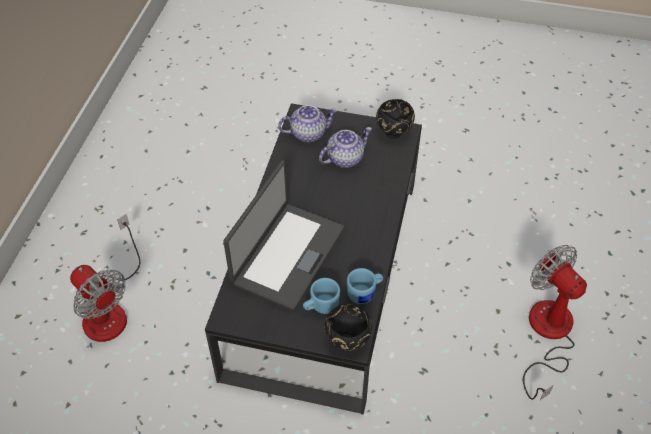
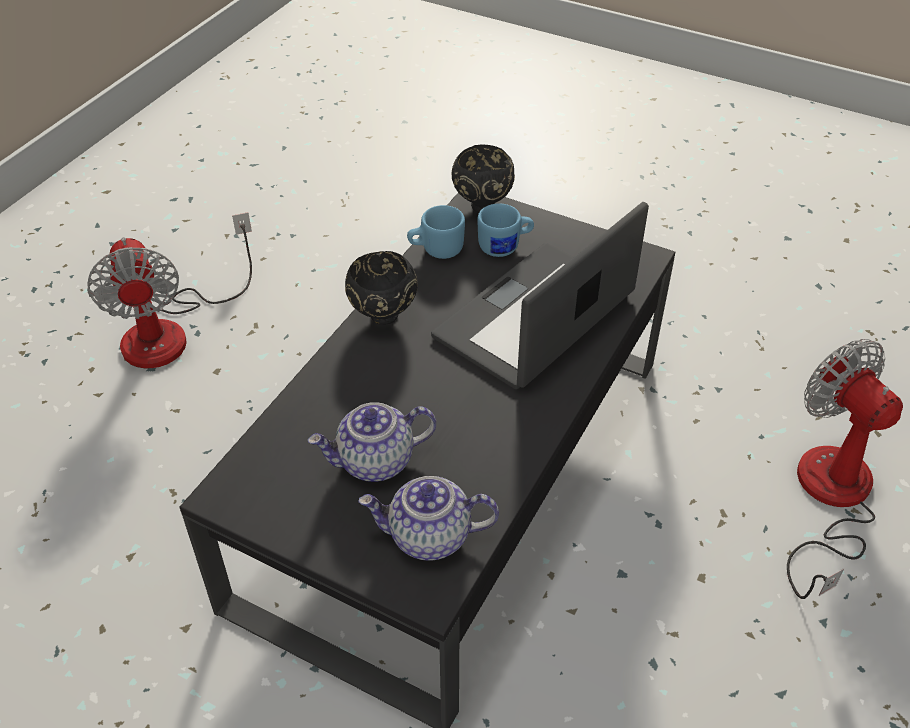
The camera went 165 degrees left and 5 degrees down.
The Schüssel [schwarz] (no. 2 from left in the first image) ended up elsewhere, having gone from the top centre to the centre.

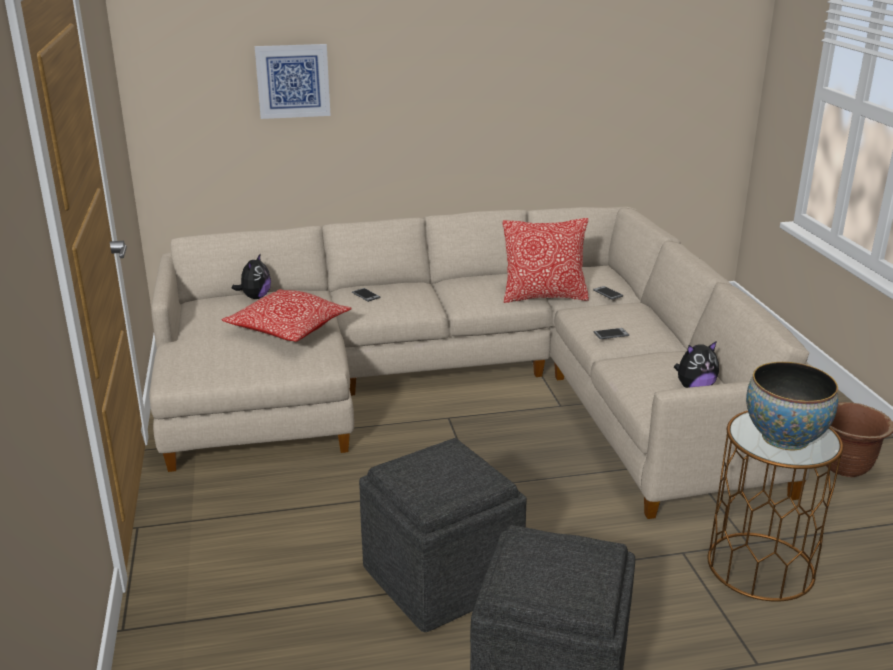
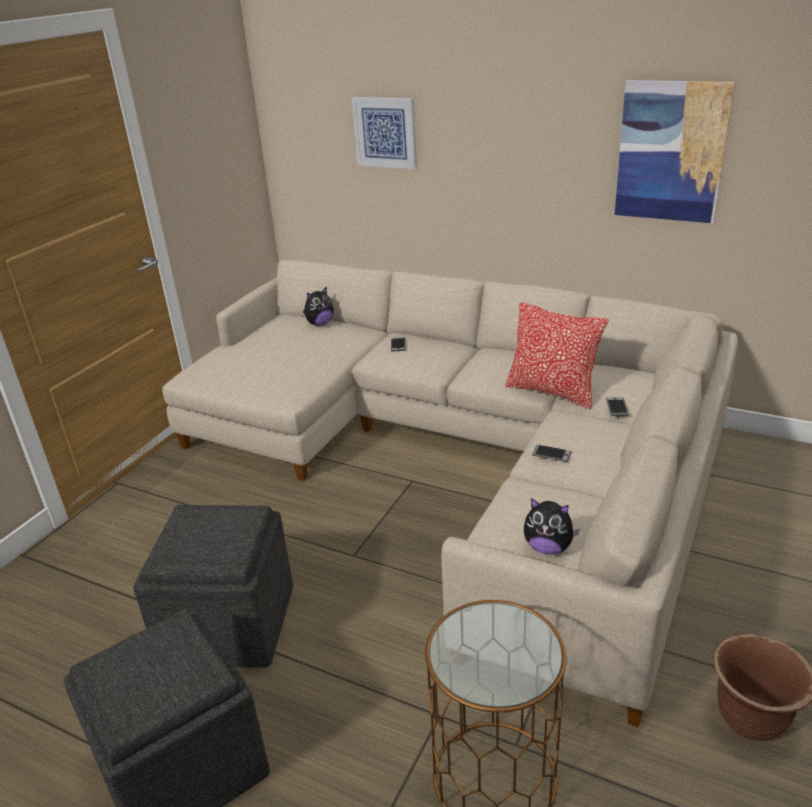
The camera went 40 degrees right and 5 degrees up.
The second view lost the Kissen (no. 1 from left) at the middle left.
The second view lost the Schüssel at the middle right.
The second view gained the Bild (no. 2 from left) at the top right.

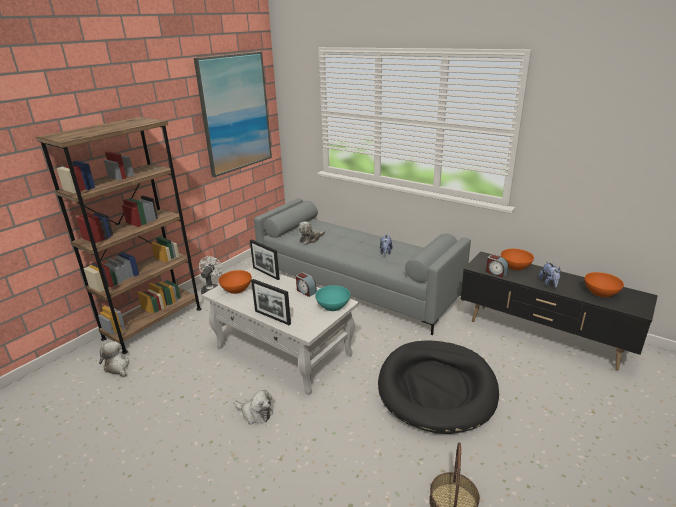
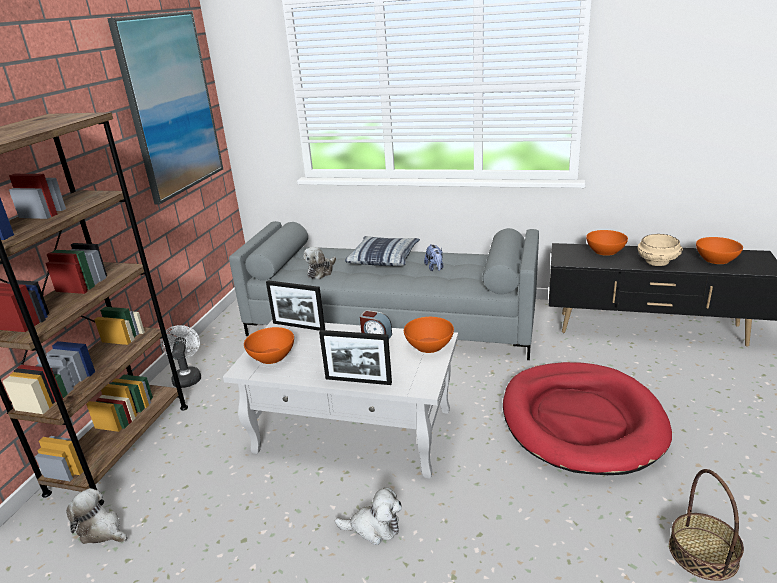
The camera went 20 degrees left and 0 degrees up.
What was the Schüssel [türkis] at the centre turned into the Schüssel [orange] (no. 2 from left) at the centre.
What was the Hundebett [schwarz] at the bottom centre turned into the Hundebett [rot] at the bottom right.
The second view lost the Wecker (no. 2 from left) at the middle right.
Where the Plüschtier (no. 5 from left) stood at the middle right, the Schüssel [beige] came to stand at the middle right.
The second view gained the Kissen at the centre.

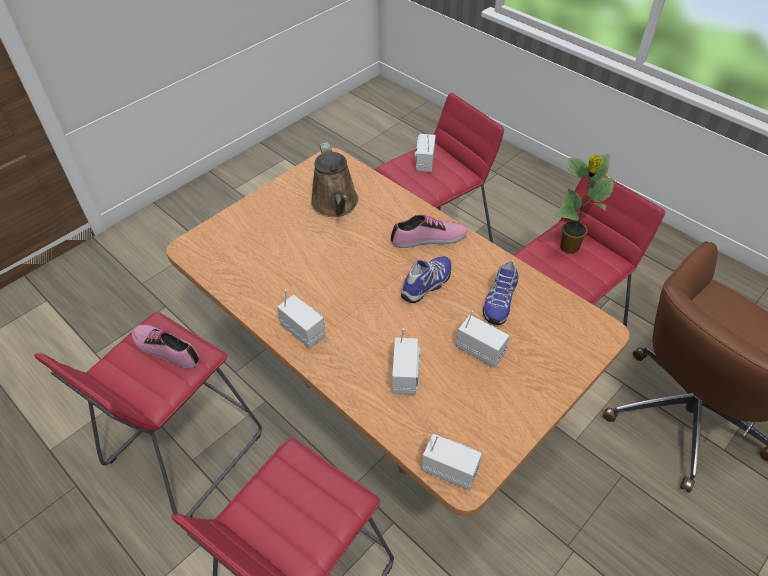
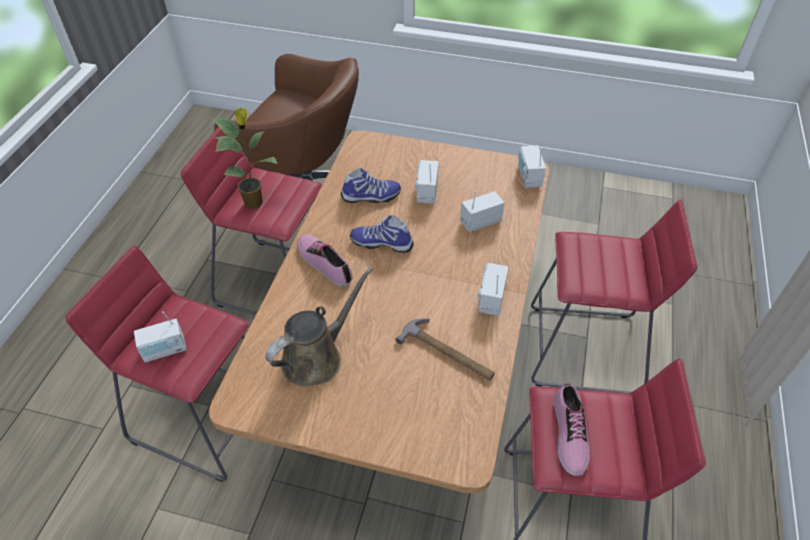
The camera went 120 degrees left and 0 degrees up.
The second view gained the Hammer at the centre.

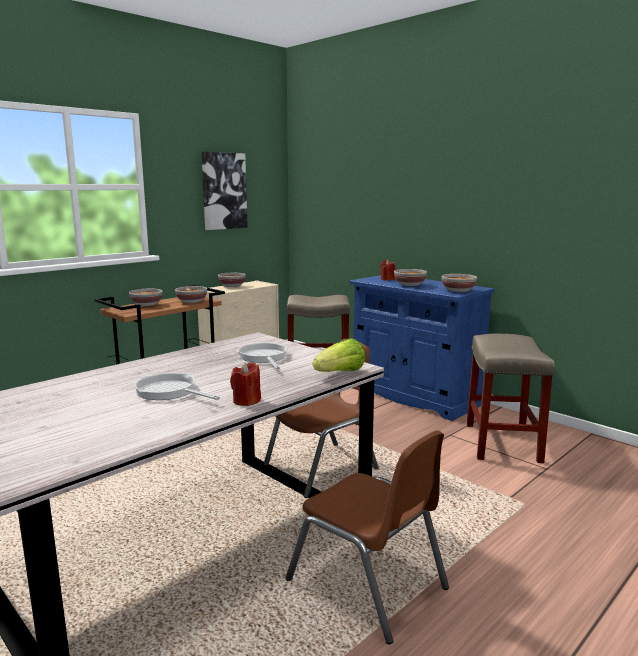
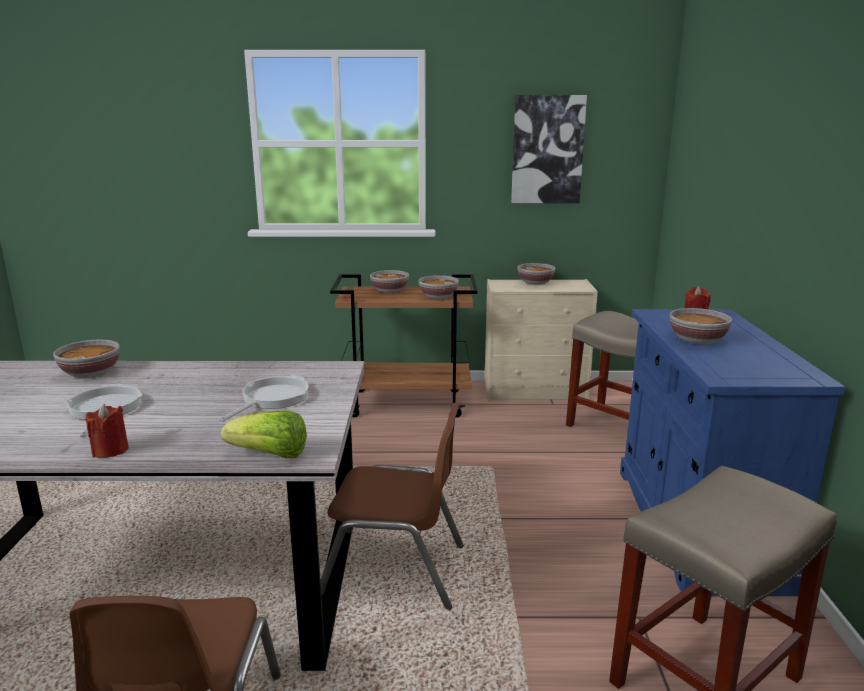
The camera went 45 degrees right and 5 degrees up.
The Schüssel (no. 5 from left in the first image) ended up elsewhere, having gone from the middle right to the middle left.

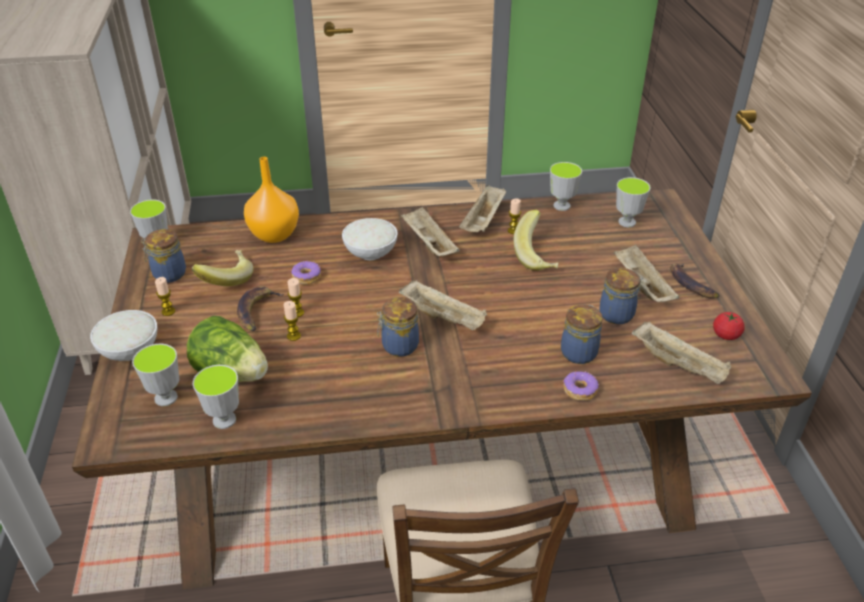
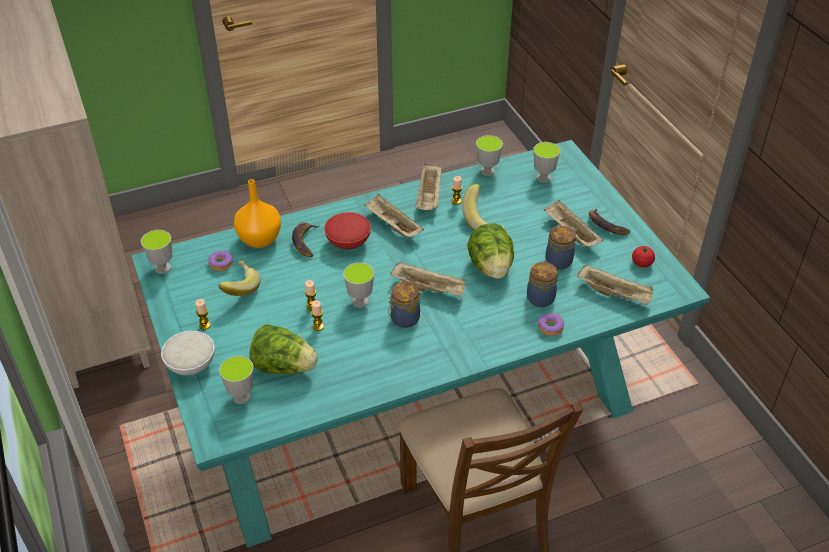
The camera went 15 degrees left and 5 degrees up.
What was the Esstisch [braun] at the centre turned into the Esstisch [türkis] at the centre.
The second view lost the Vorratsglas (no. 1 from left) at the middle left.
The Tasse (no. 3 from left) ended up elsewhere, having gone from the middle left to the centre.
The Banane (no. 2 from left) ended up elsewhere, having gone from the middle left to the centre.
The Donut (no. 1 from left) ended up elsewhere, having gone from the centre to the middle left.
What was the Schüssel [weiß] (no. 2 from left) at the centre turned into the Schüssel [rot] at the centre.
The second view gained the Salatkopf (no. 2 from left) at the centre.

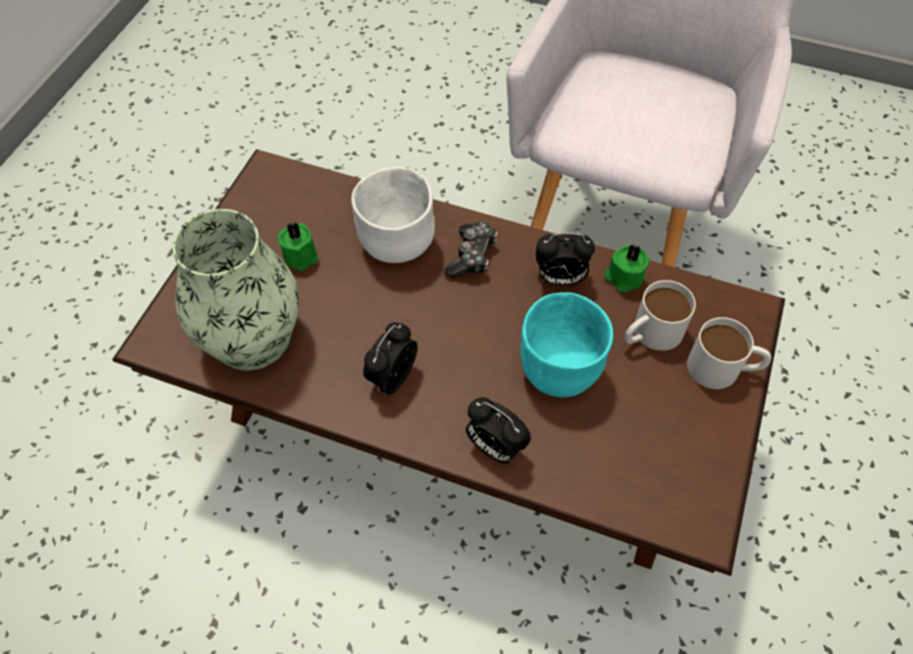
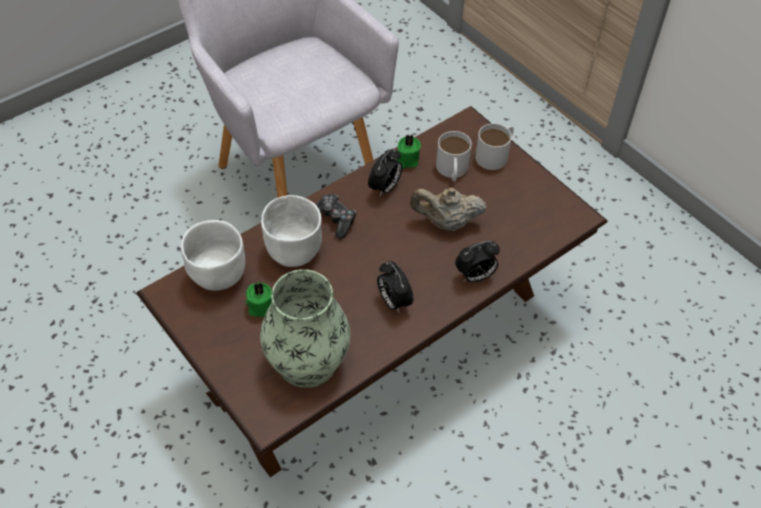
The camera went 60 degrees left and 5 degrees down.
Where the Schüssel [türkis] stood at the centre, the Teekanne [beige] came to stand at the centre.
The second view gained the Schüssel [weiß] (no. 1 from left) at the middle left.

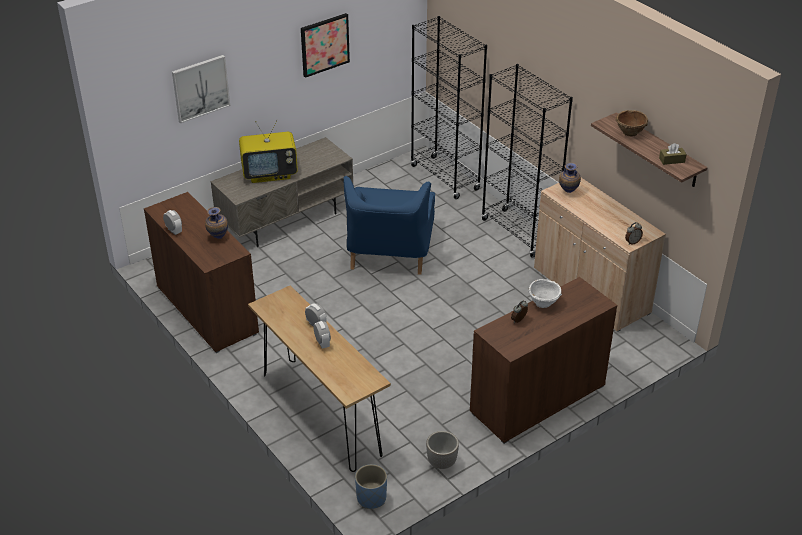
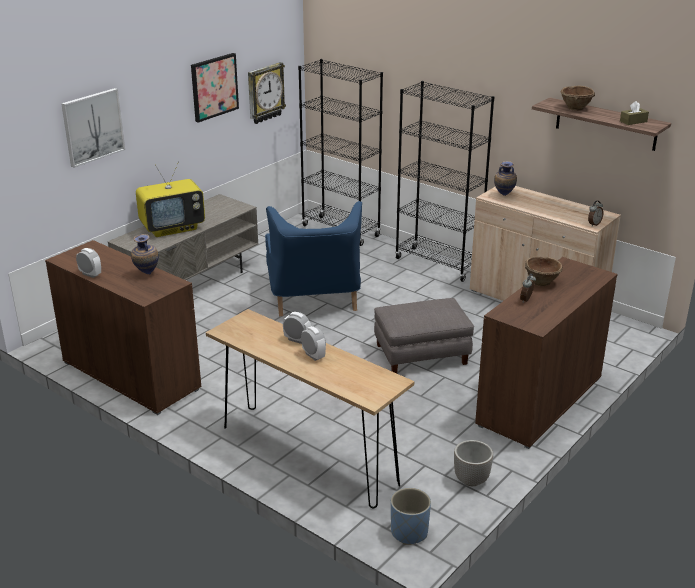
The camera went 15 degrees left and 10 degrees down.
What was the Schüssel [weiß] at the middle right turned into the Schüssel [braun] (no. 1 from left) at the middle right.
The second view gained the Wanduhr at the top centre.
The second view gained the Polsterhocker [grau] at the centre.

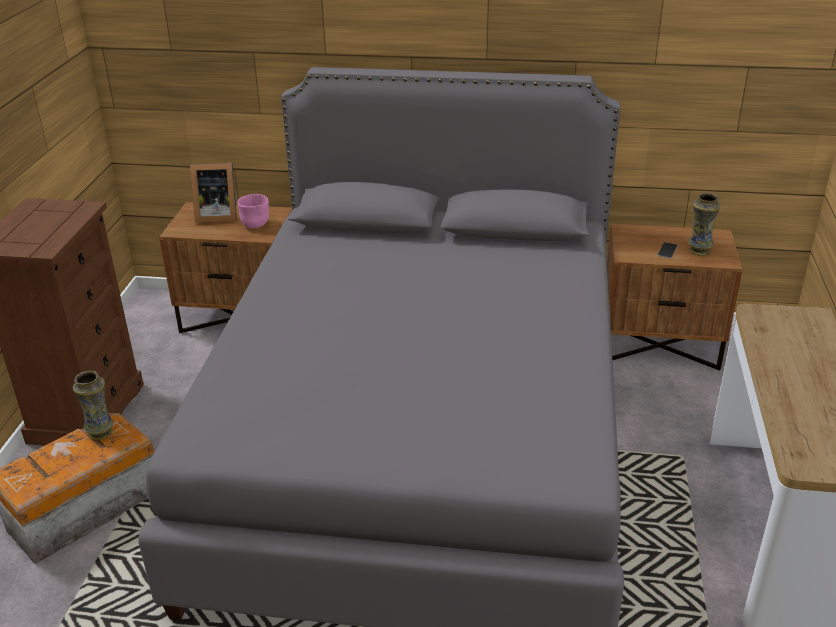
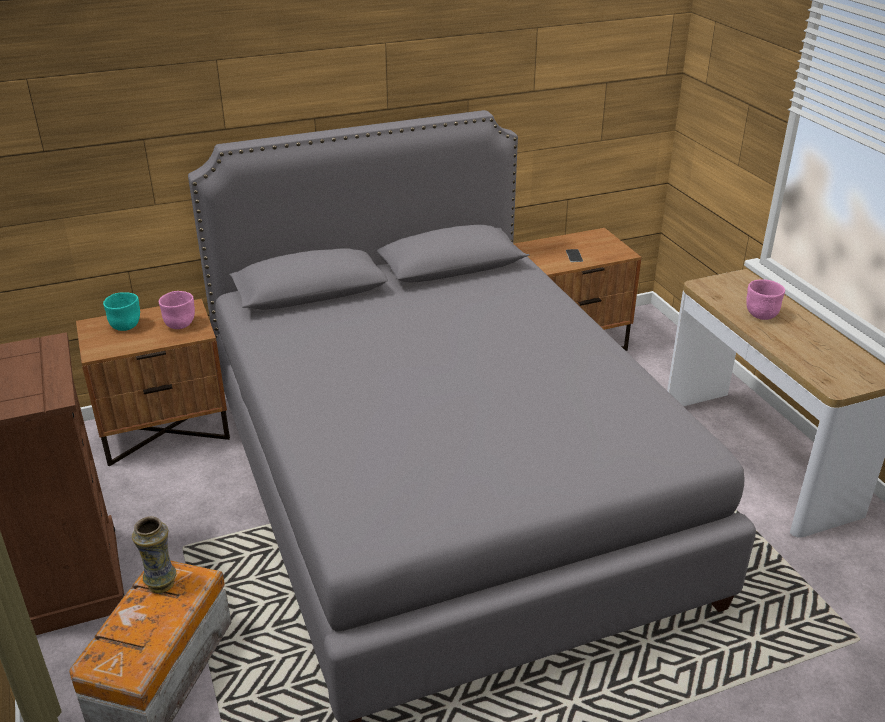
The camera went 30 degrees left and 0 degrees up.
Where the Bilderrahmen stood at the top left, the Schüssel [türkis] came to stand at the middle left.
The second view lost the Vase (no. 2 from left) at the middle right.
The second view gained the Schüssel [rosa] (no. 2 from left) at the middle right.

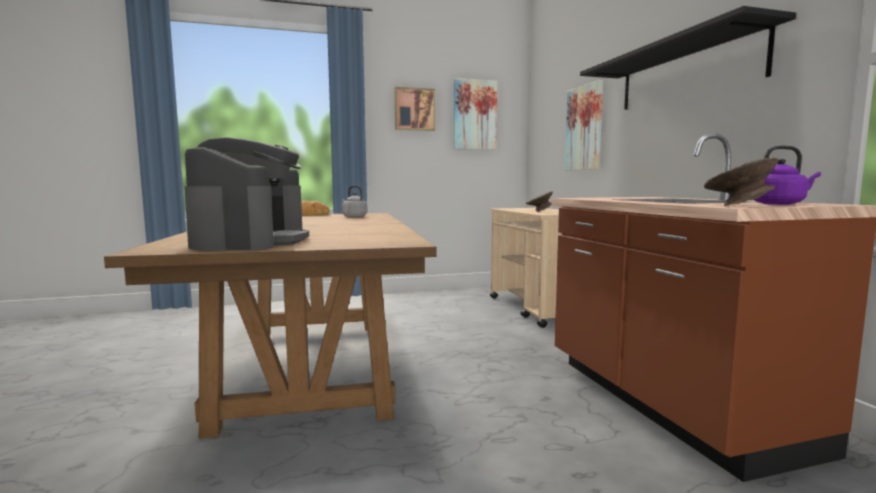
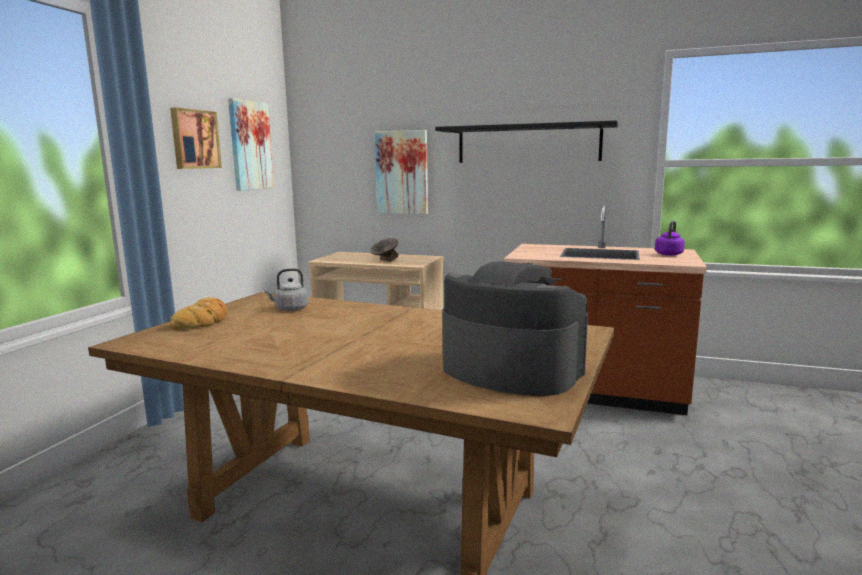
The camera went 55 degrees left and 5 degrees up.
The second view lost the Schüssel [grau] (no. 2 from left) at the middle right.

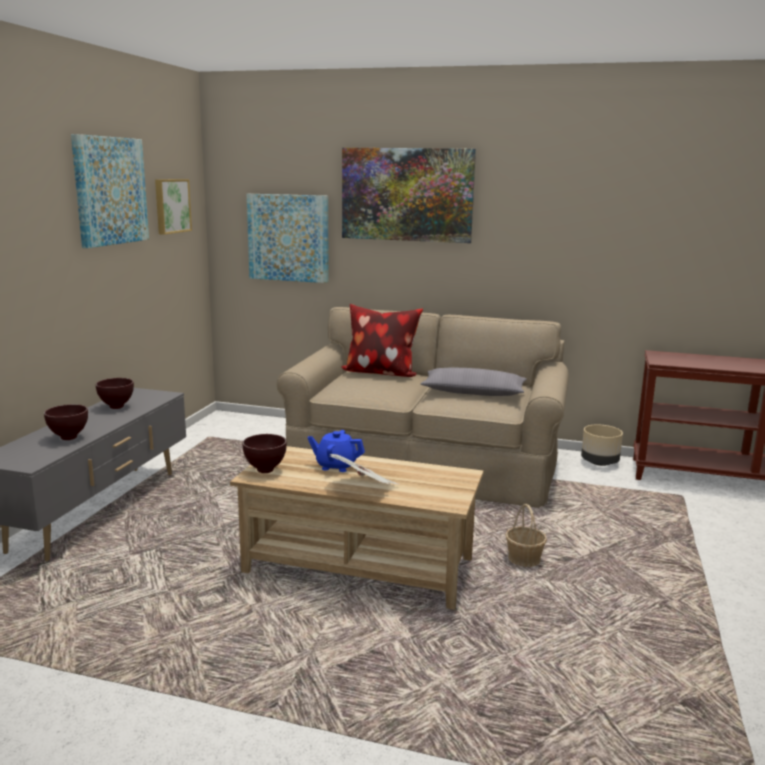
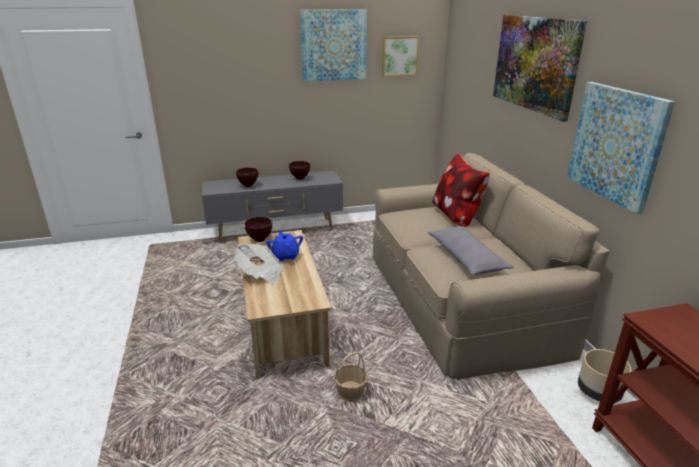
The camera went 60 degrees right and 10 degrees up.
The Bild (no. 3 from left in the first image) ended up elsewhere, having gone from the top centre to the top right.

